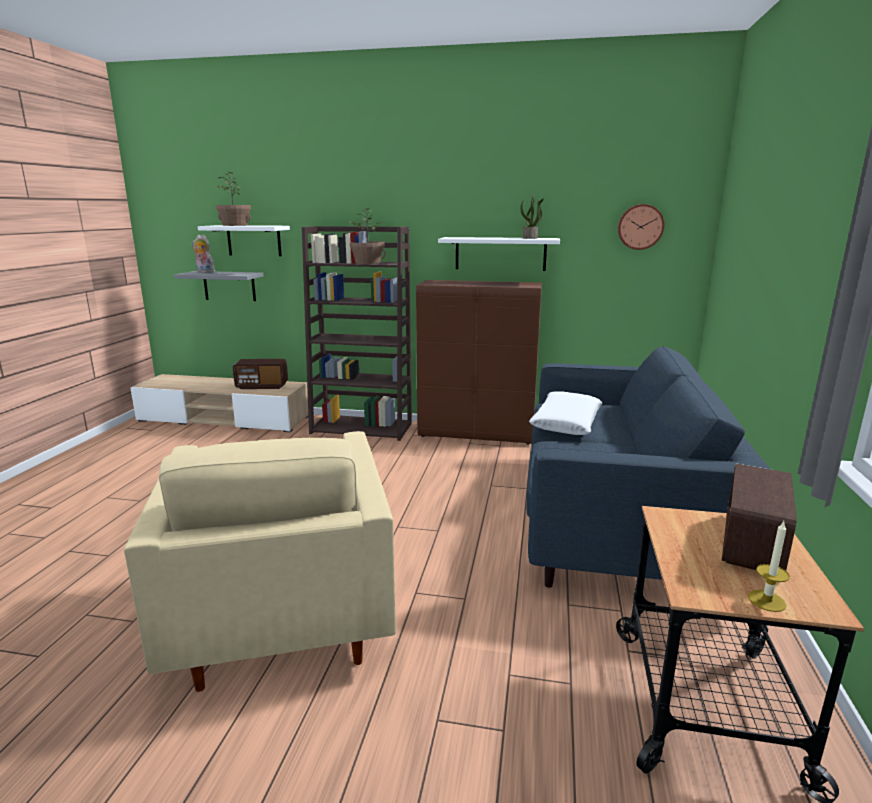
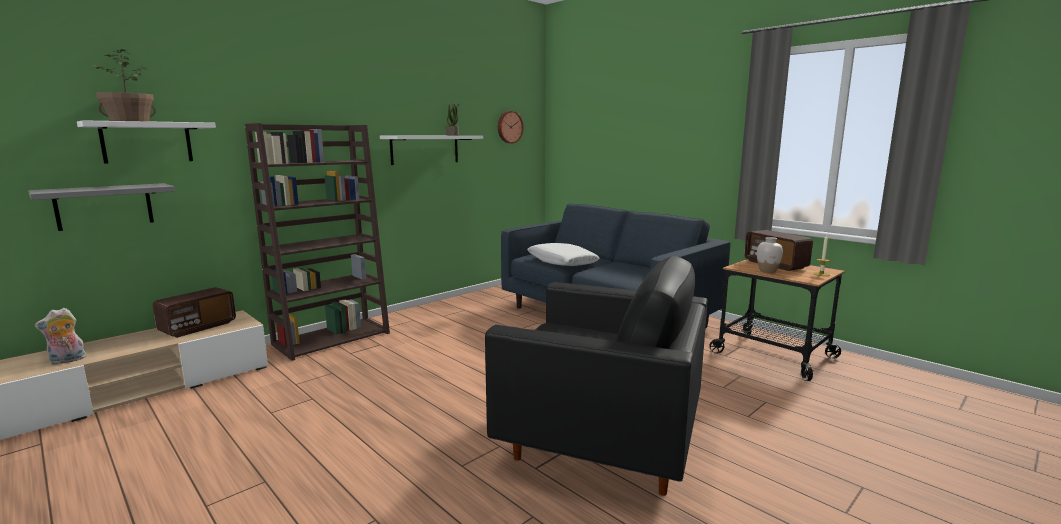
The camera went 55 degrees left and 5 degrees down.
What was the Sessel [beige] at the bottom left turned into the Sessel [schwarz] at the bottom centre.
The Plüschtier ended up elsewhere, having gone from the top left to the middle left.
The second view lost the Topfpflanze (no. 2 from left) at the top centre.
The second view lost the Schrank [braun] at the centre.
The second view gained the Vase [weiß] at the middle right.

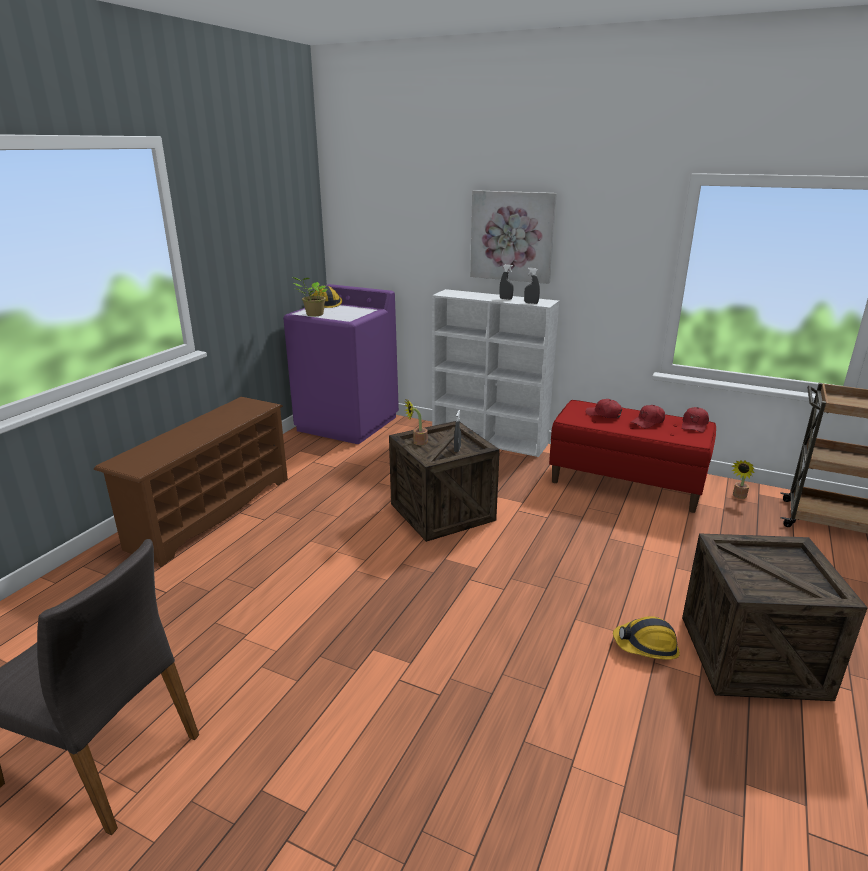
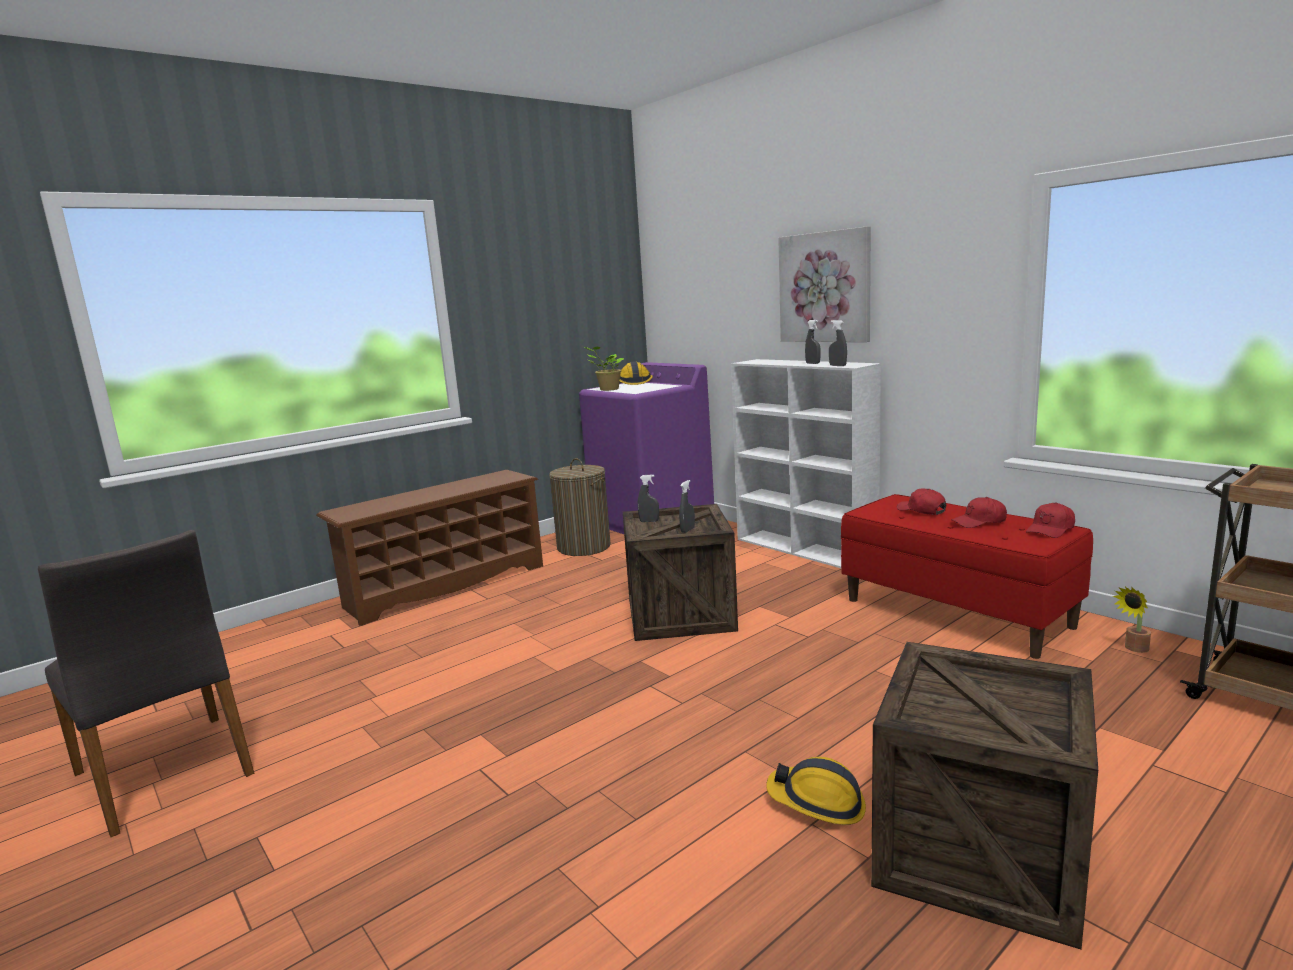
The camera went 25 degrees right and 10 degrees down.
Where the Topfpflanze (no. 2 from left) stood at the centre, the Sprühflasche [grau] (no. 1 from left) came to stand at the centre.
The second view gained the Wäschekorb at the centre.

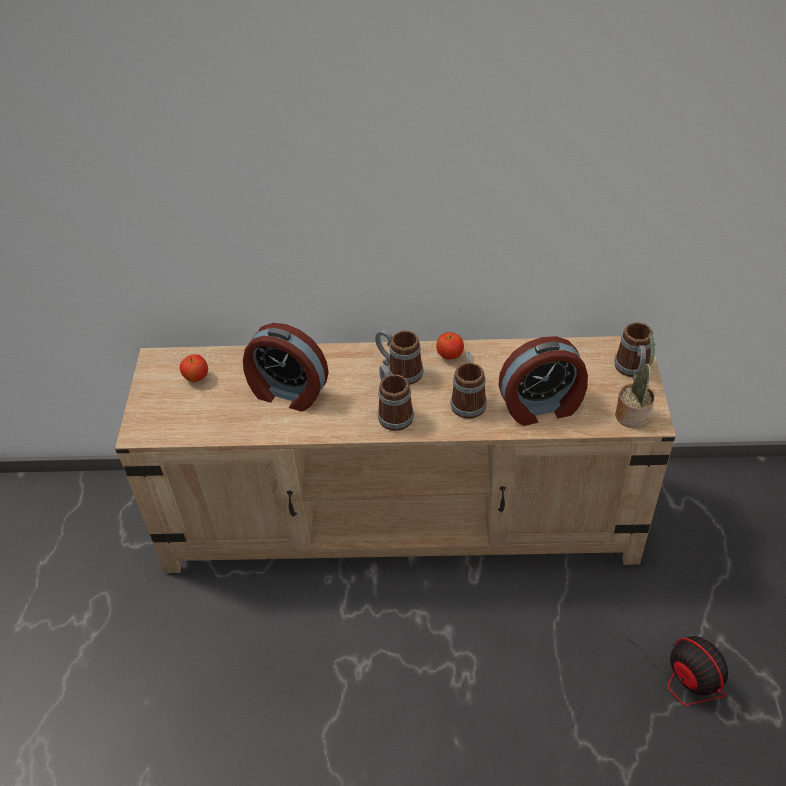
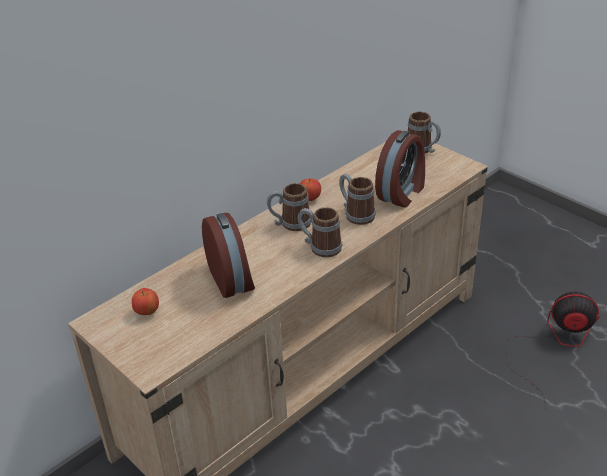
The camera went 45 degrees left and 10 degrees down.
The Wecker (no. 1 from left) at the centre ended up facing another way, 90 degrees counterclockwise from before.
The second view lost the Topfpflanze at the middle right.

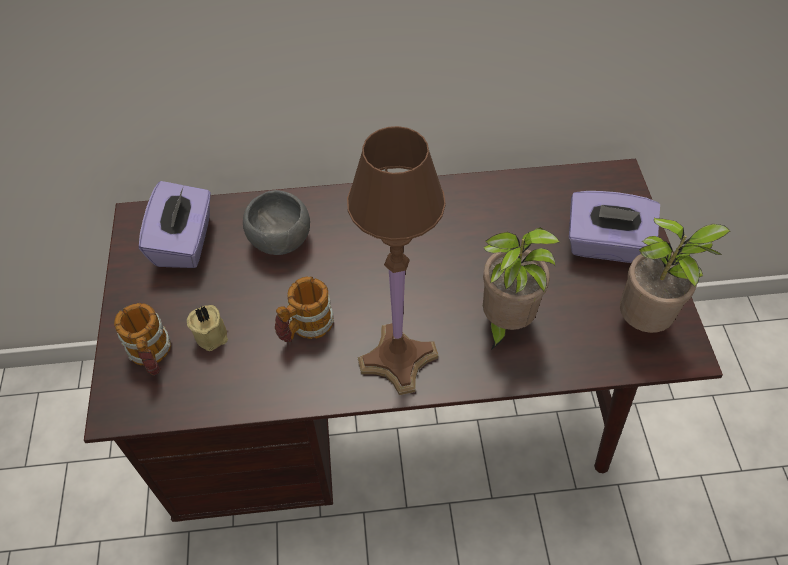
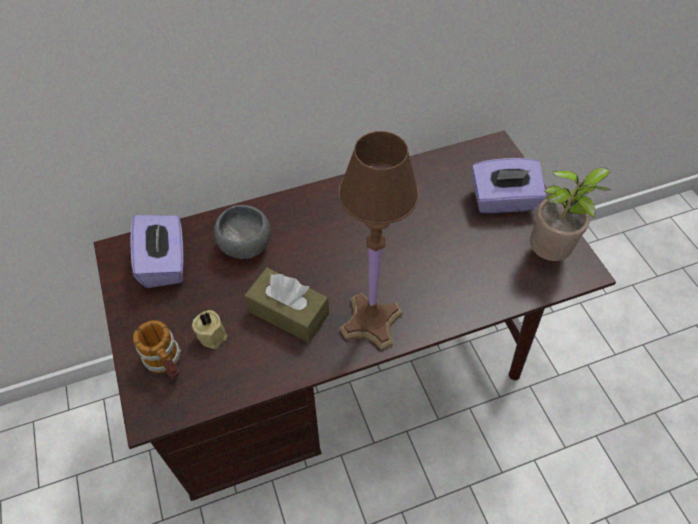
The camera went 15 degrees left and 0 degrees up.
Where the Henkelbecher (no. 2 from left) stood at the centre, the Taschentuchbox [braun] came to stand at the centre.
The second view lost the Topfpflanze (no. 1 from left) at the centre.

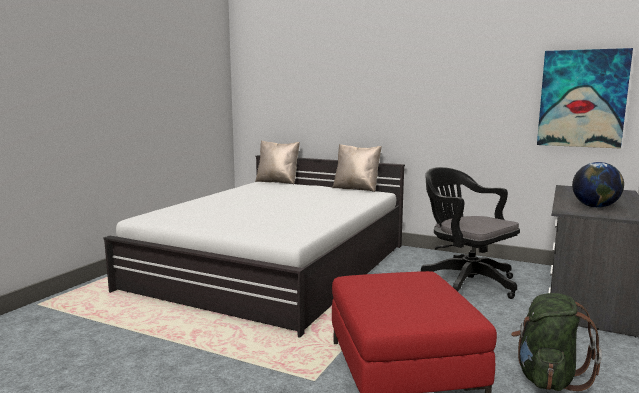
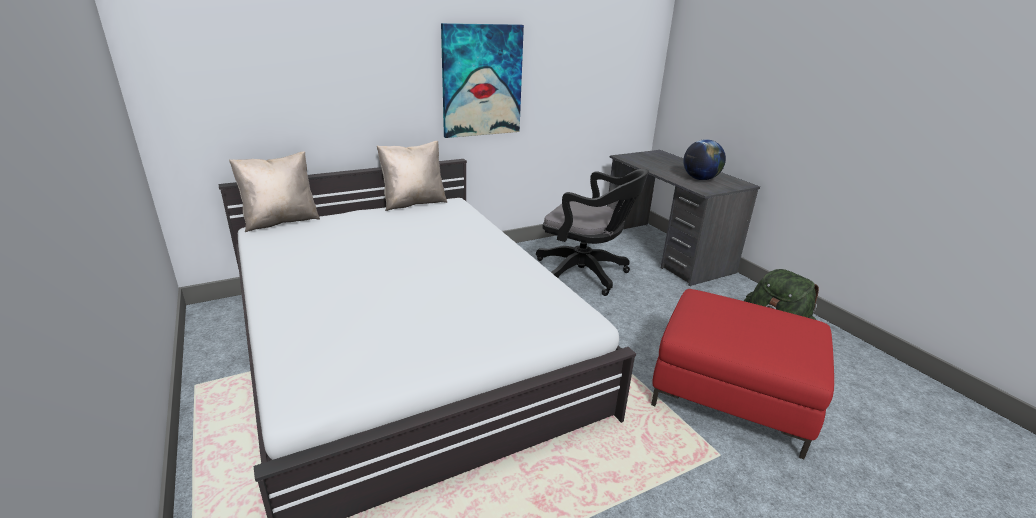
The camera went 55 degrees left and 15 degrees up.
The Bürostuhl [schwarz] at the middle right ended up facing another way, 150 degrees counterclockwise from before.
The Bild ended up elsewhere, having gone from the top right to the top centre.

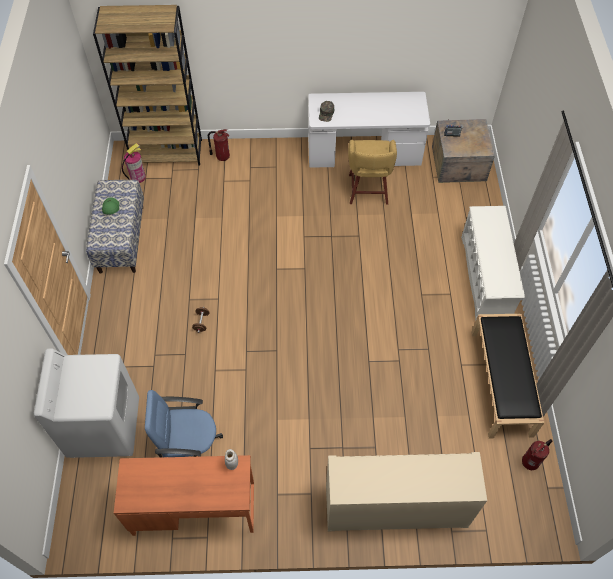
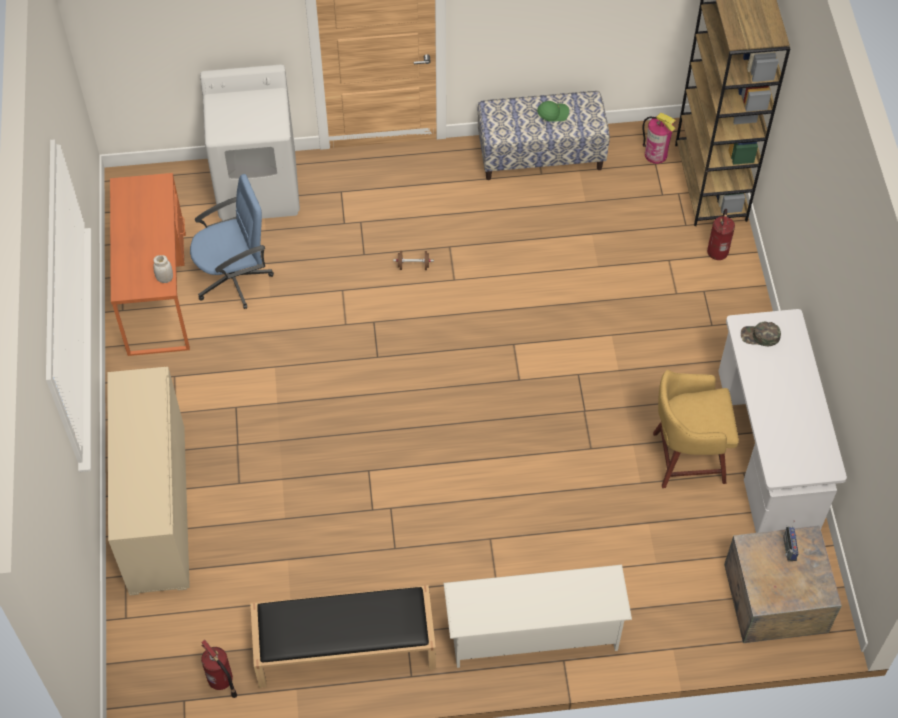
The camera went 85 degrees right and 0 degrees up.
The Bürostuhl [blau] at the bottom left ended up facing another way, 75 degrees clockwise from before.

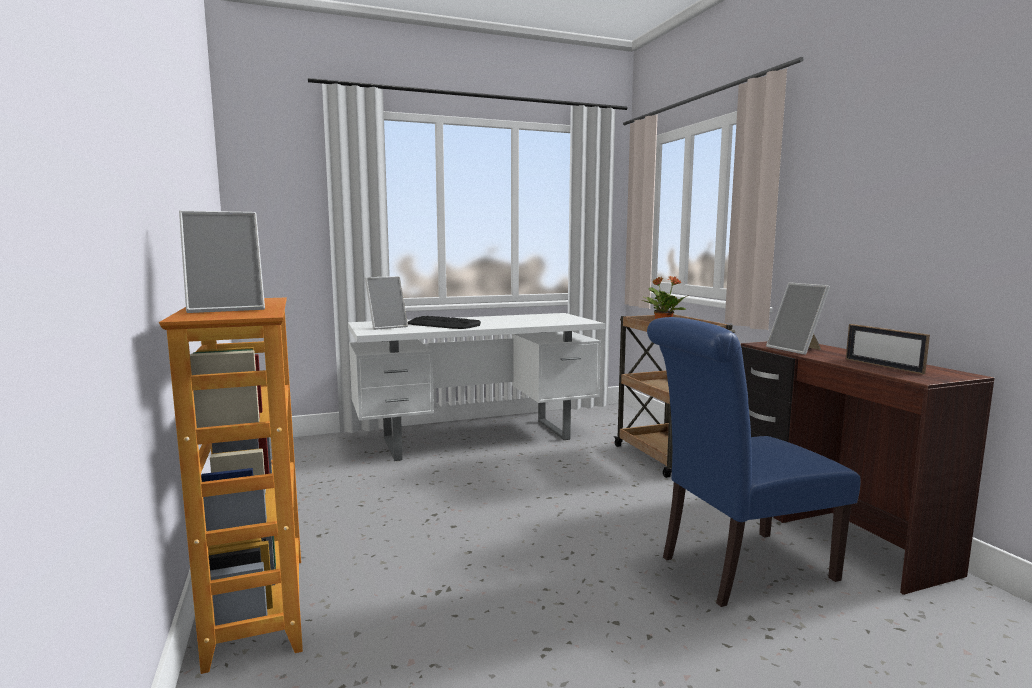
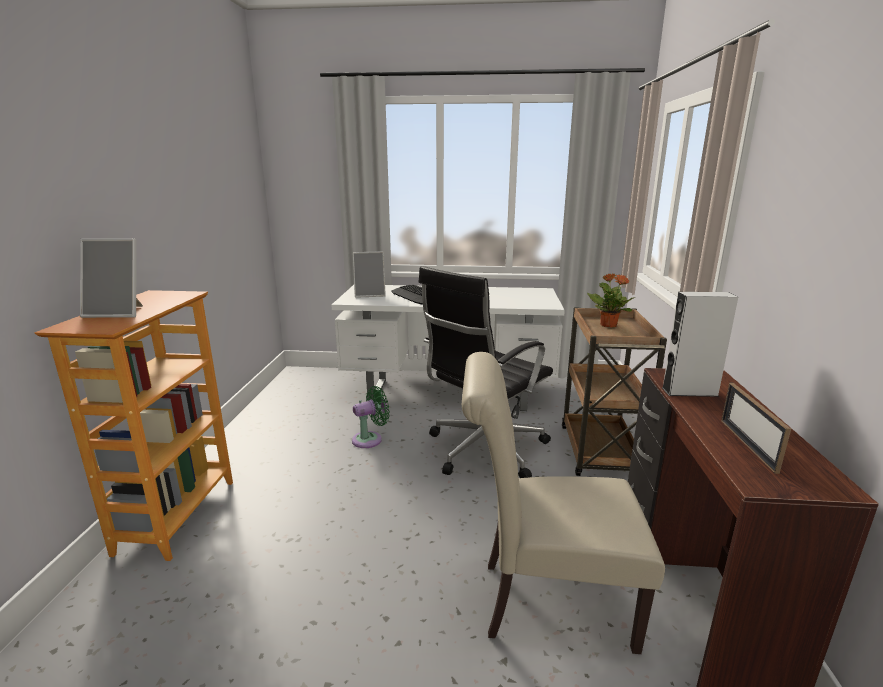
The camera went 25 degrees right and 10 degrees up.
What was the Stuhl [blau] at the bottom right turned into the Stuhl [beige] at the bottom centre.
Where the Bilderrahmen (no. 3 from left) stood at the middle right, the Lautsprecher [grau] came to stand at the middle right.
The second view gained the Ventilator [grün] at the centre.
The second view gained the Bürostuhl [schwarz] at the centre.

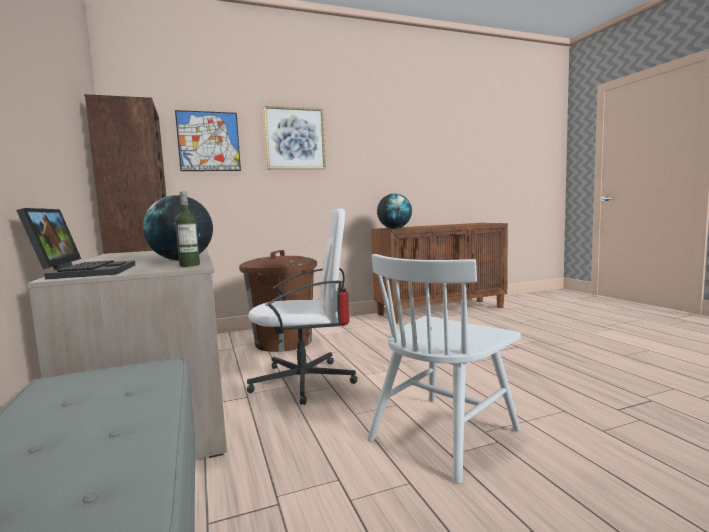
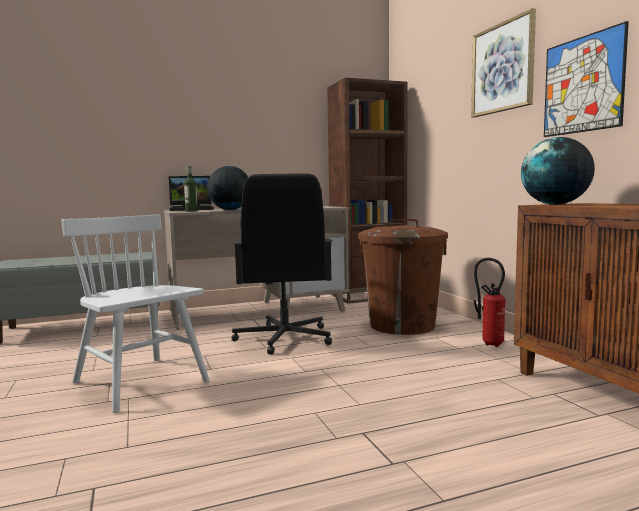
The camera went 90 degrees right and 0 degrees up.
The Bild (no. 1 from left in the first image) ended up elsewhere, having gone from the top left to the top right.
What was the Bürostuhl [weiß] at the centre turned into the Bürostuhl [schwarz] at the centre.

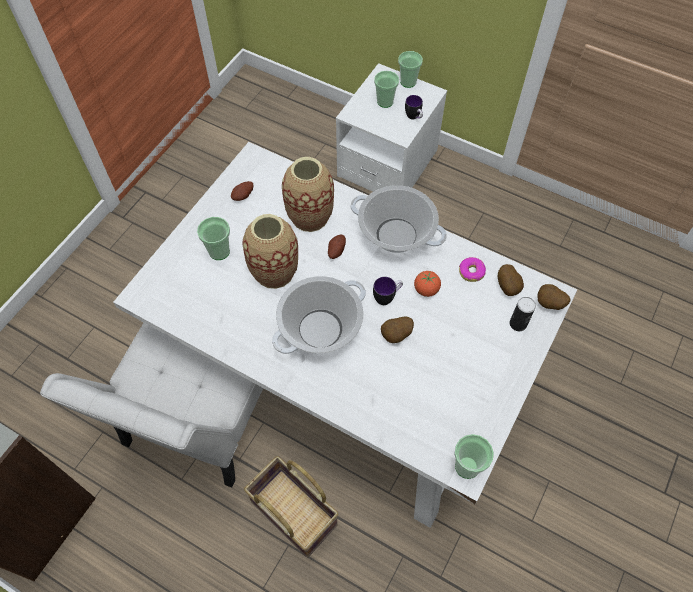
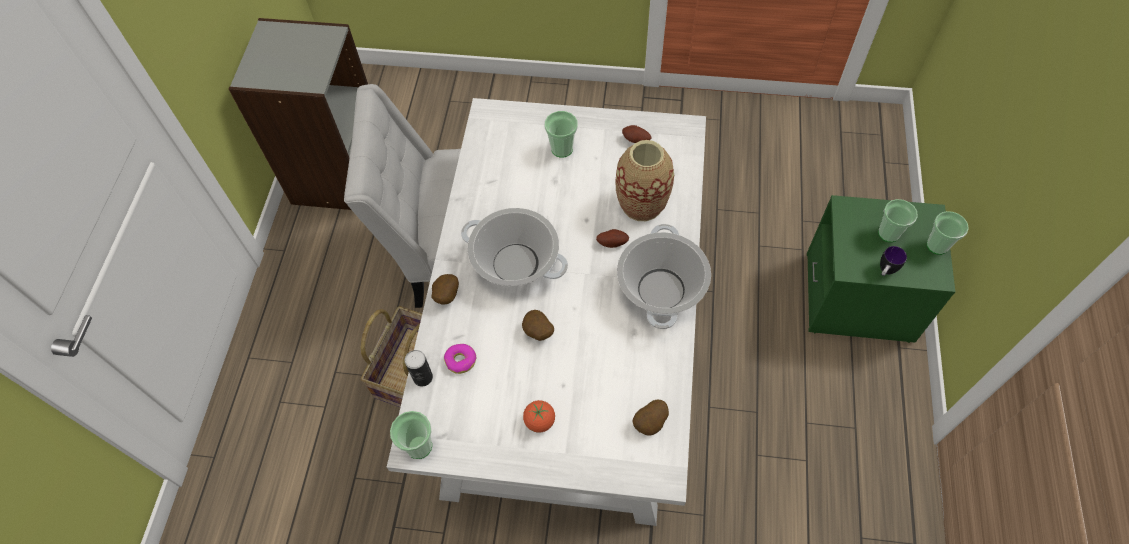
The camera went 70 degrees right and 0 degrees up.
The second view lost the Vase (no. 1 from left) at the centre.
What was the Nachttisch [weiß] at the top centre turned into the Nachttisch [grün] at the middle right.
The second view lost the Henkelbecher (no. 1 from left) at the centre.
The Tomate ended up elsewhere, having gone from the centre to the bottom centre.
The Donut ended up elsewhere, having gone from the middle right to the centre.
The Dose ended up elsewhere, having gone from the middle right to the bottom centre.
The Kartoffel (no. 5 from left in the first image) ended up elsewhere, having gone from the middle right to the centre.

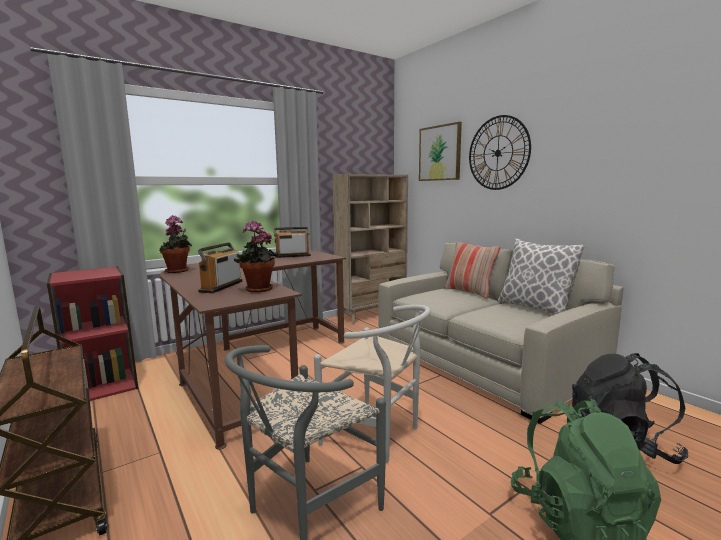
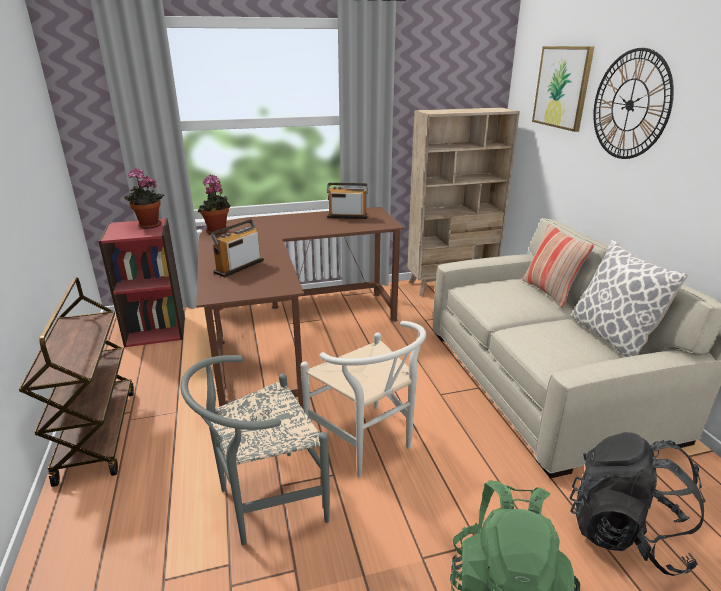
The camera went 20 degrees right and 15 degrees up.
The Topfpflanze (no. 2 from left in the first image) ended up elsewhere, having gone from the centre to the middle left.

